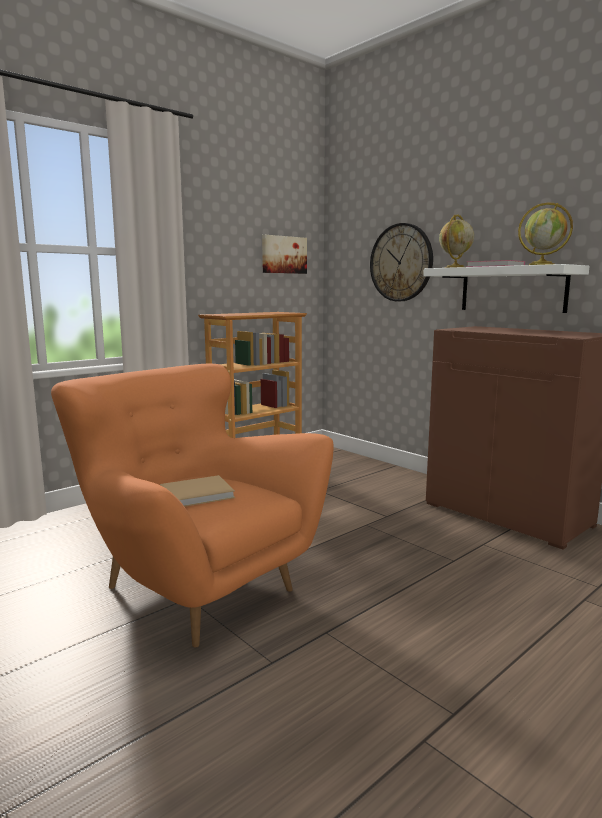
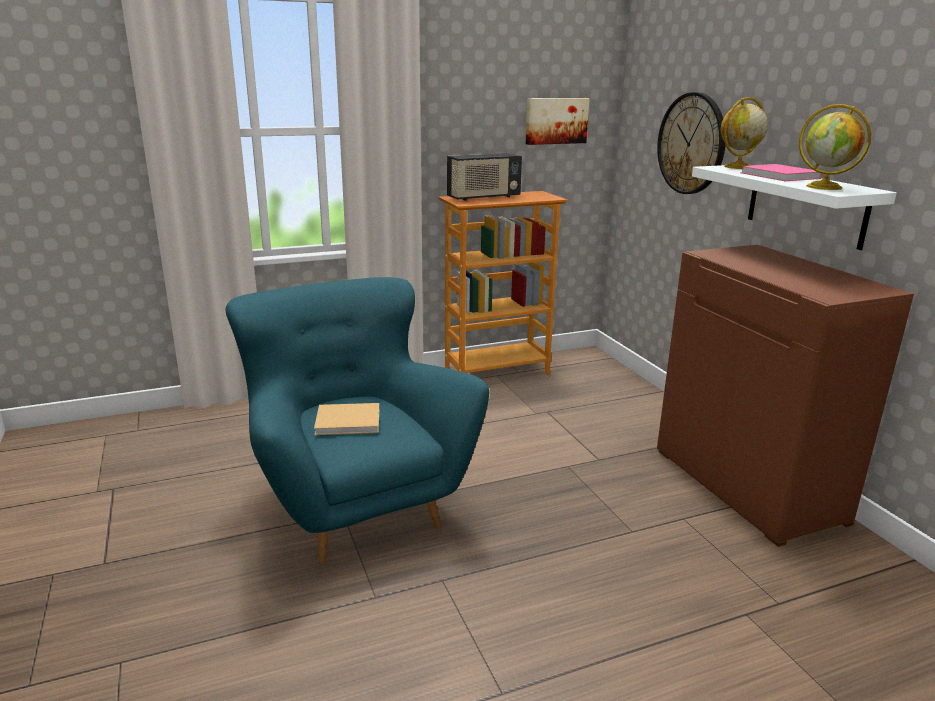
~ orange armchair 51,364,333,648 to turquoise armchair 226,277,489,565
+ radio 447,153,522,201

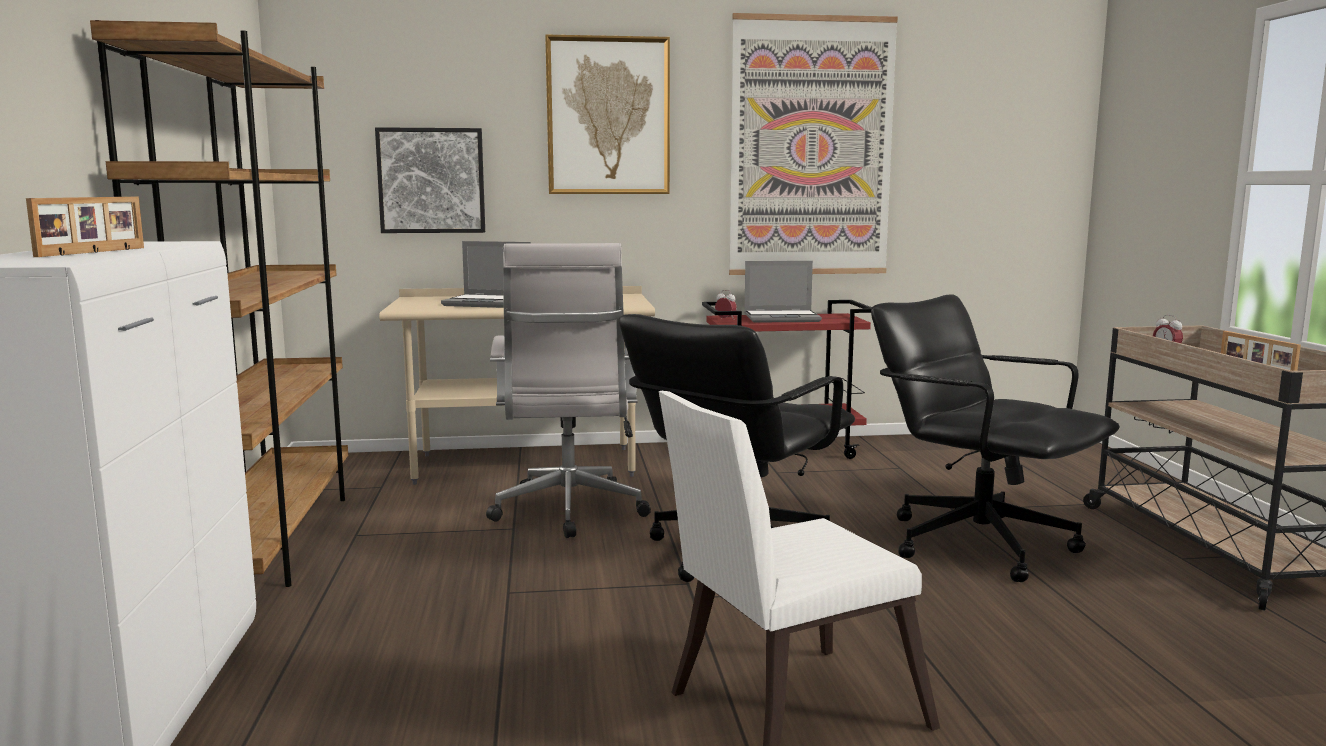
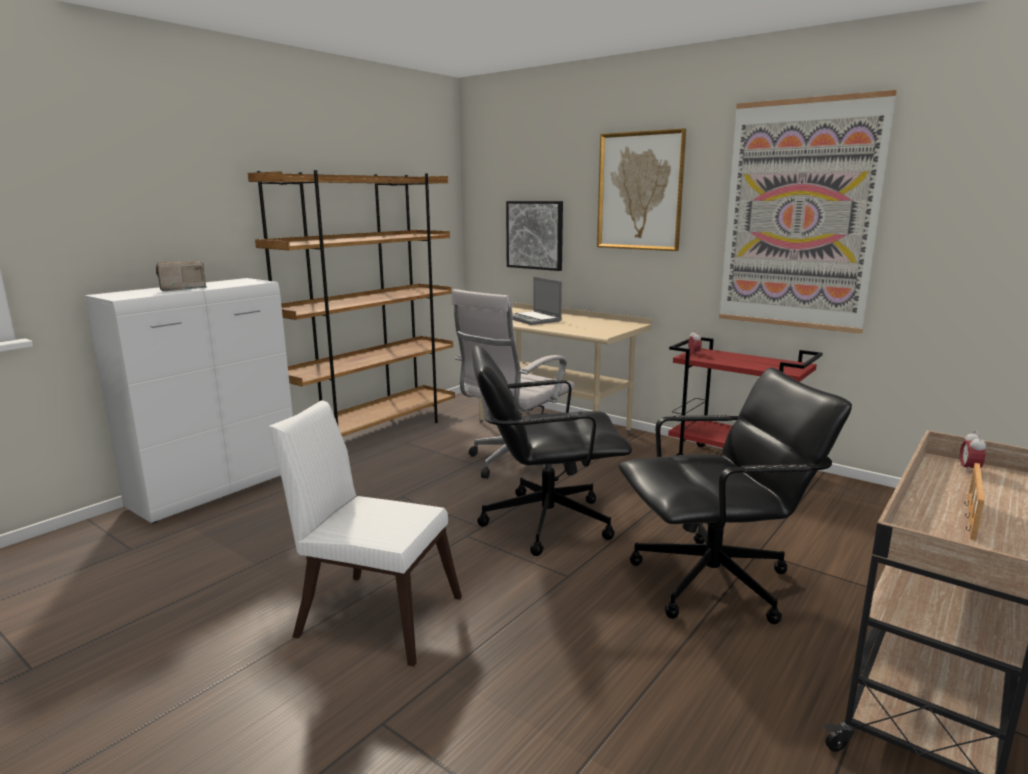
~ picture frame 26,197,144,257 to radio 156,261,207,291
~ black office chair 871,294,1120,582 = 619,367,852,624 75 degrees clockwise
- laptop 744,261,822,323

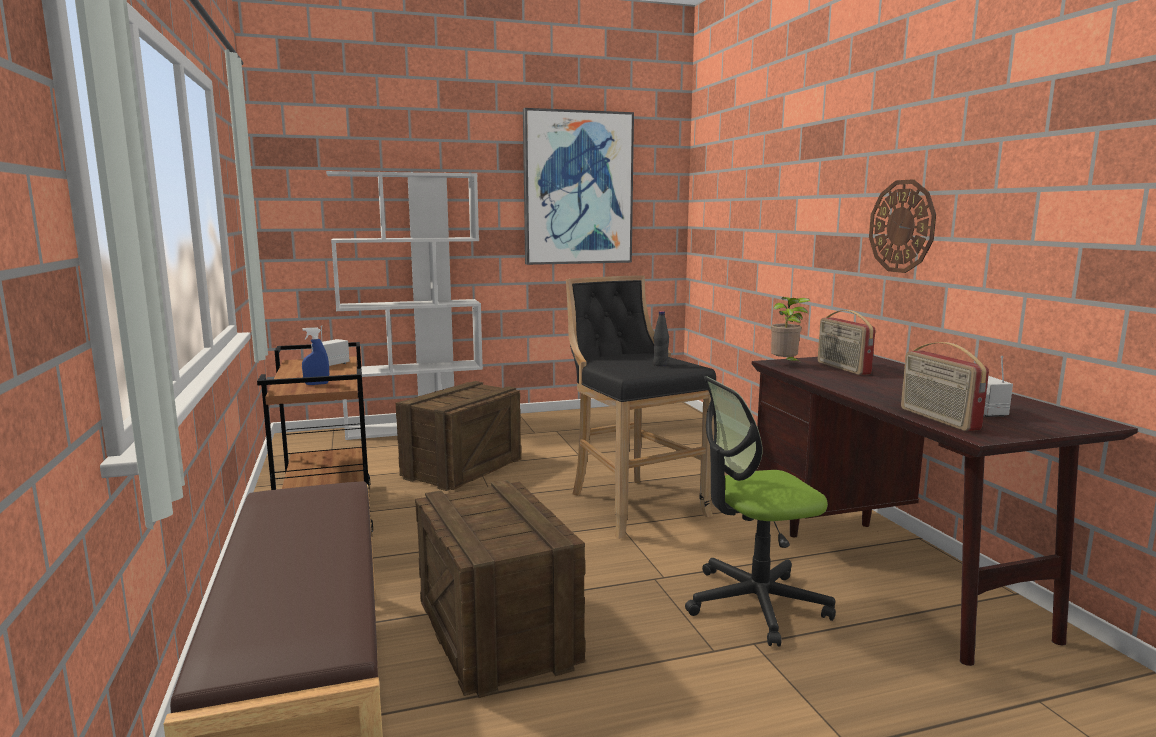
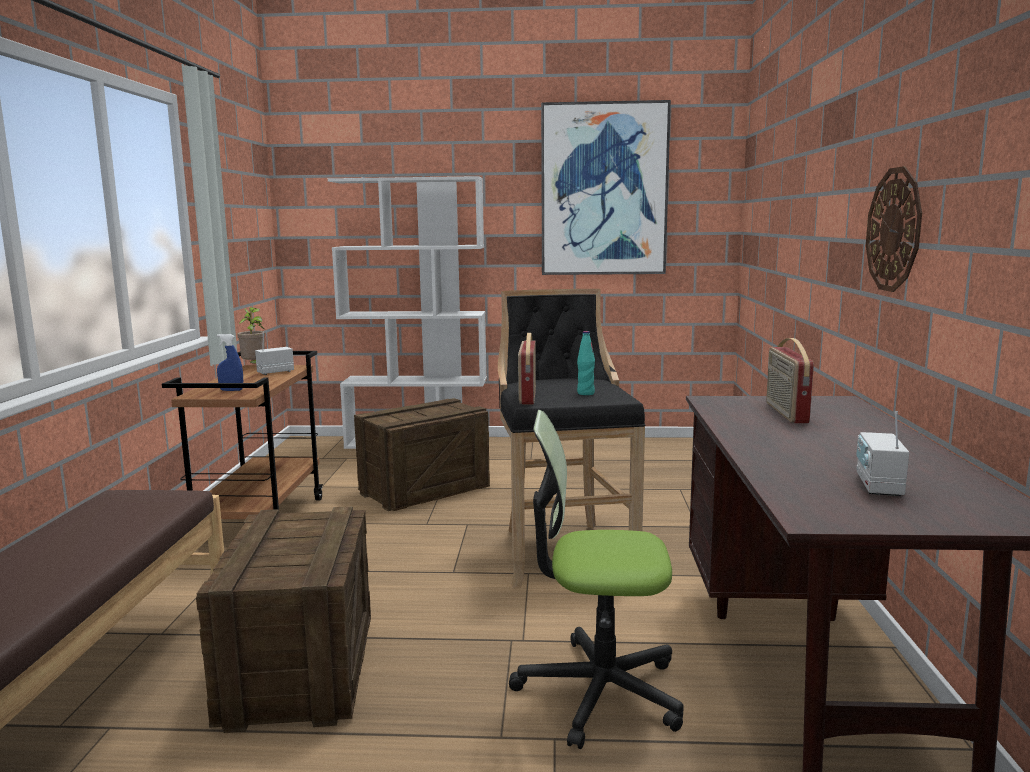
~ potted plant 771,297,811,361 to 237,307,265,363
~ radio 901,342,989,431 to 518,333,536,404
~ black bottle 653,311,669,366 to turquoise bottle 577,331,595,395

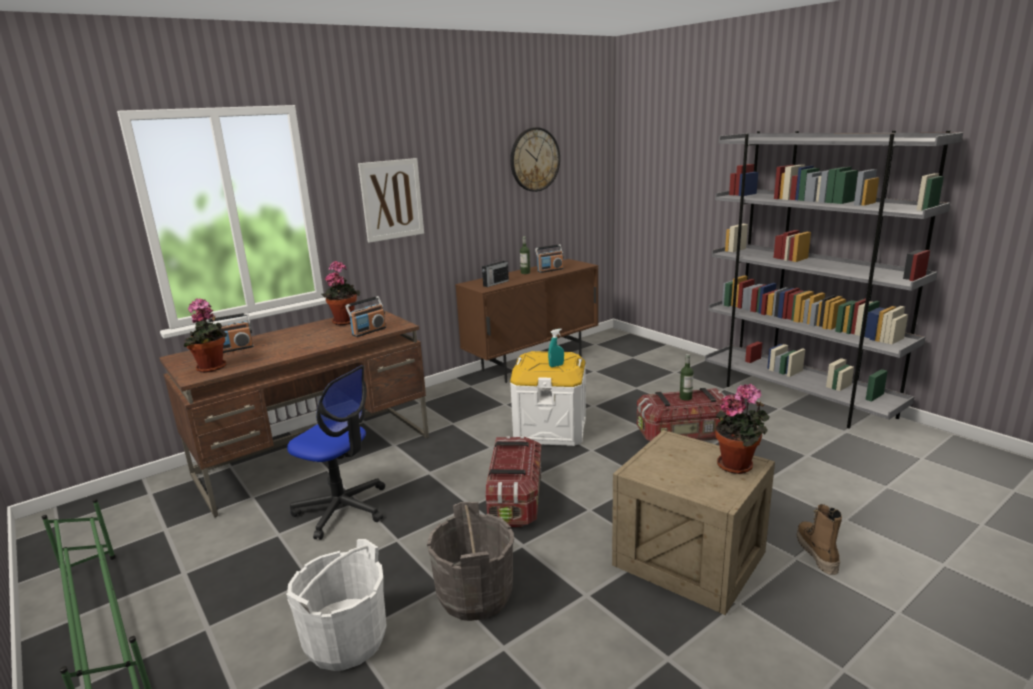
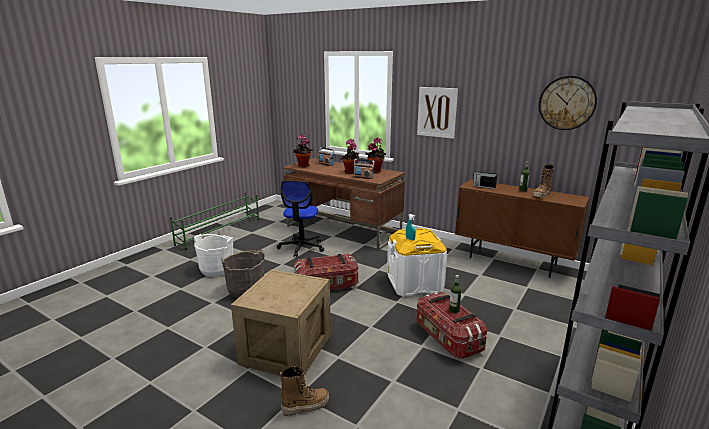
~ potted plant 715,384,770,474 to 341,139,360,174
~ radio 535,244,564,273 to boot 533,163,554,198

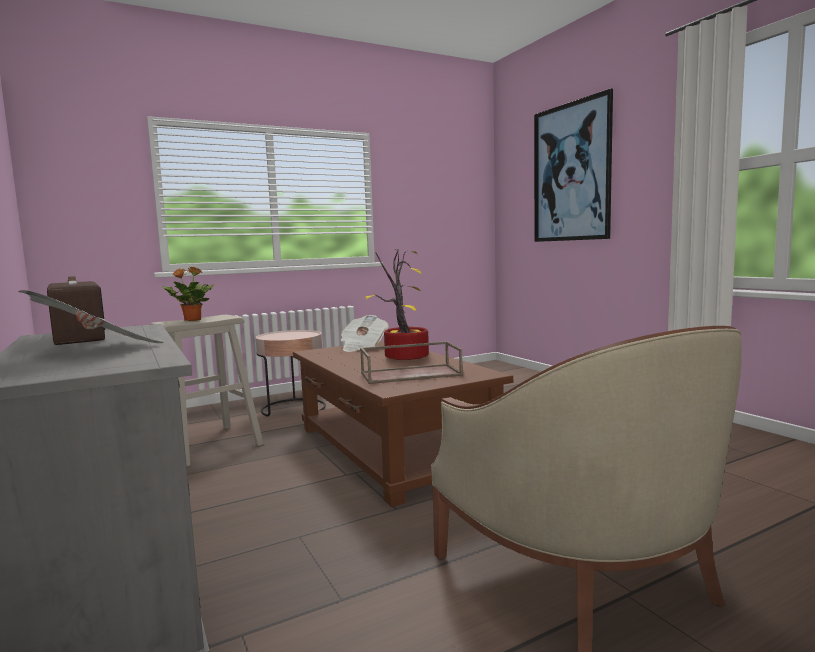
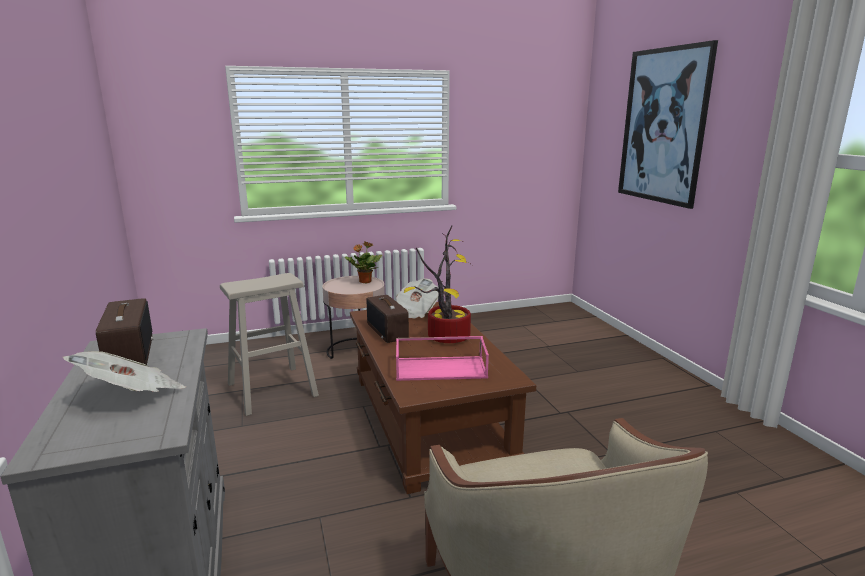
~ potted plant 162,267,215,321 to 345,242,382,283
+ radio 366,295,409,343
~ brown tray 360,341,463,384 to pink tray 396,336,489,381

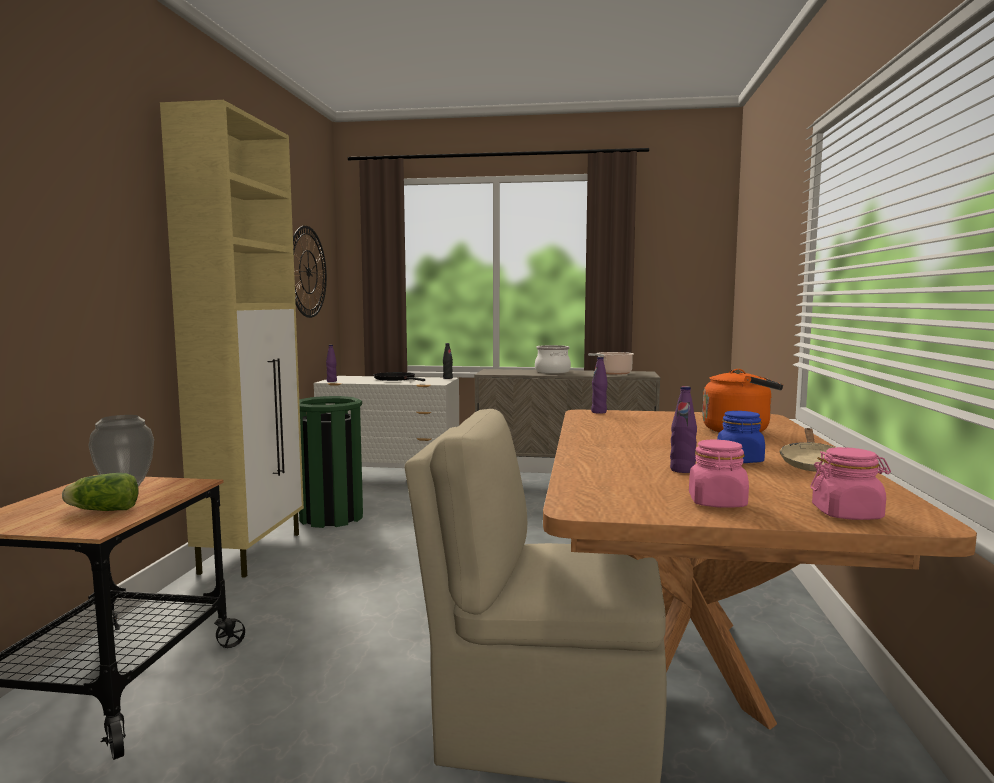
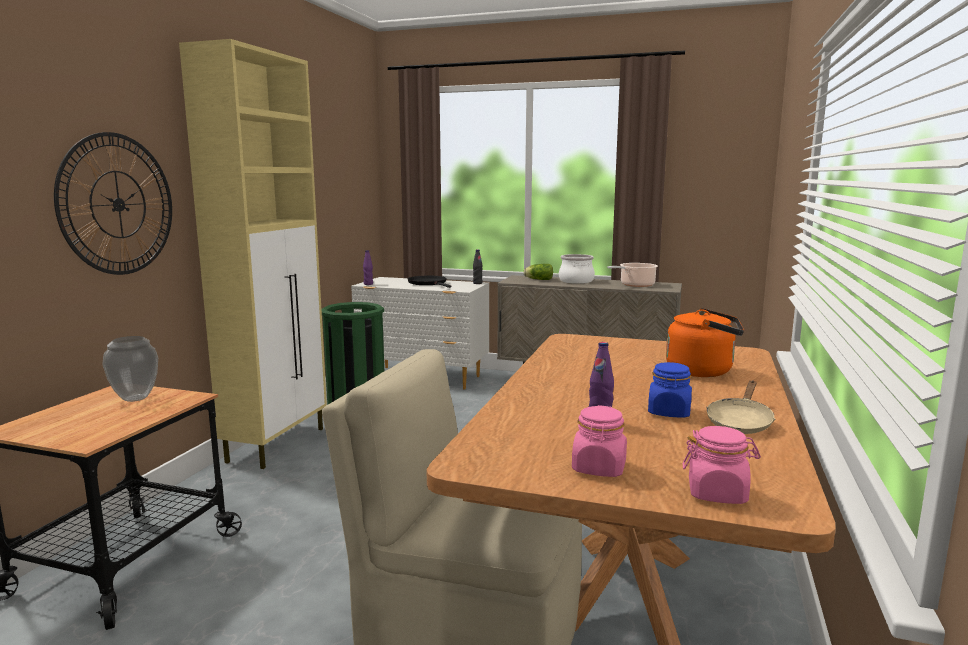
~ wall clock 293,226,327,318 to 54,132,172,275
~ lettuce 62,473,139,511 to 523,264,553,280
- purple bottle 591,357,608,414

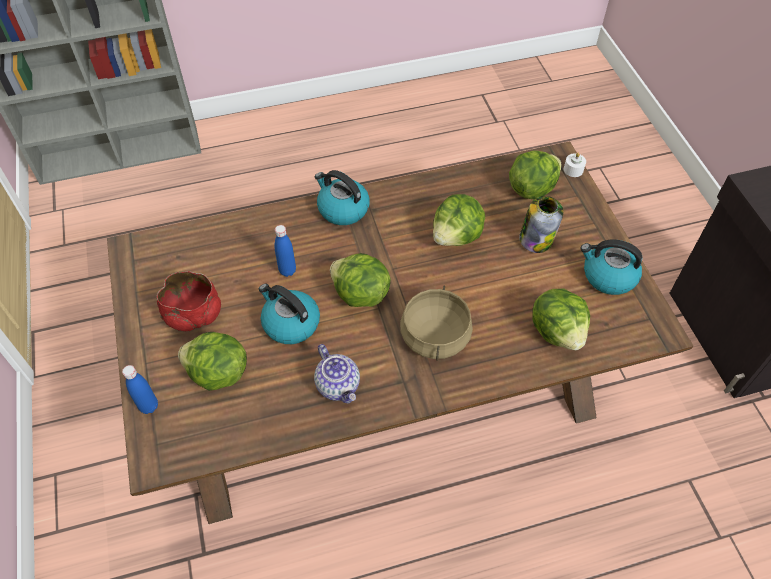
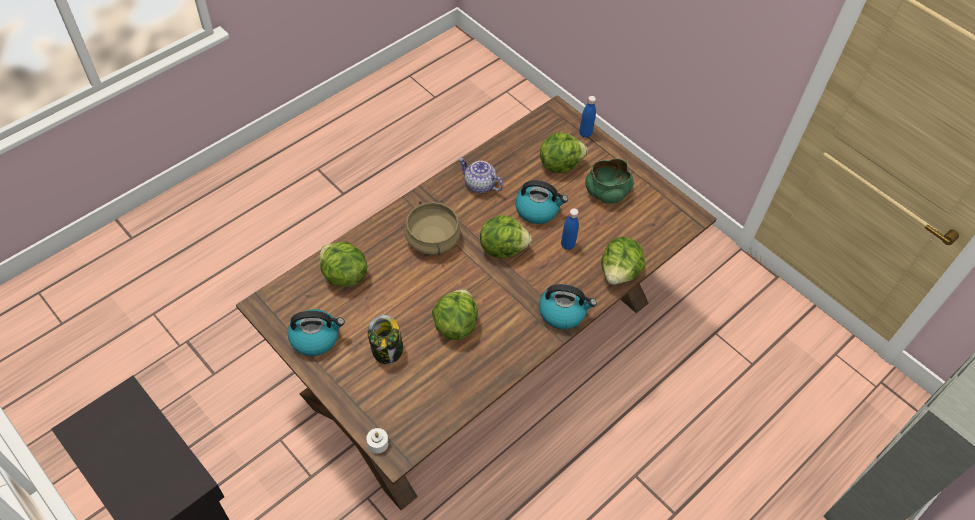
~ red bowl 157,271,221,331 to green bowl 585,158,634,204
~ lettuce 509,150,561,199 to 601,237,645,284

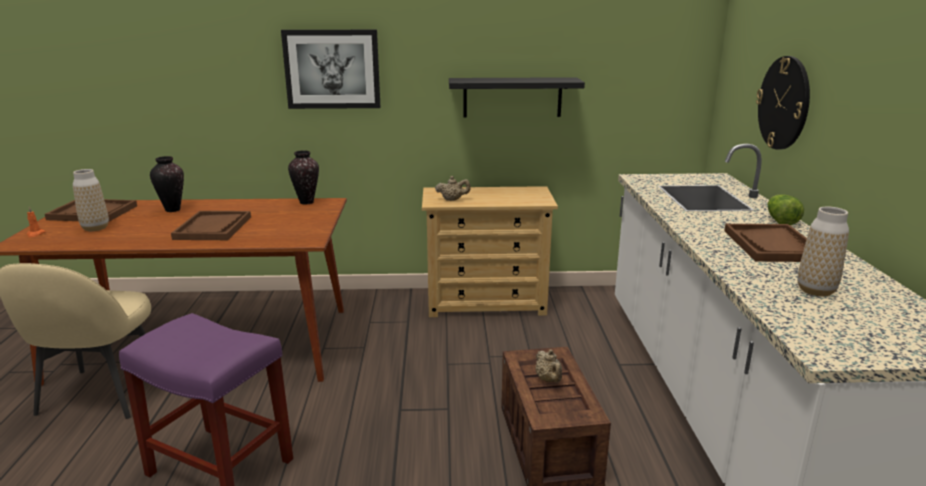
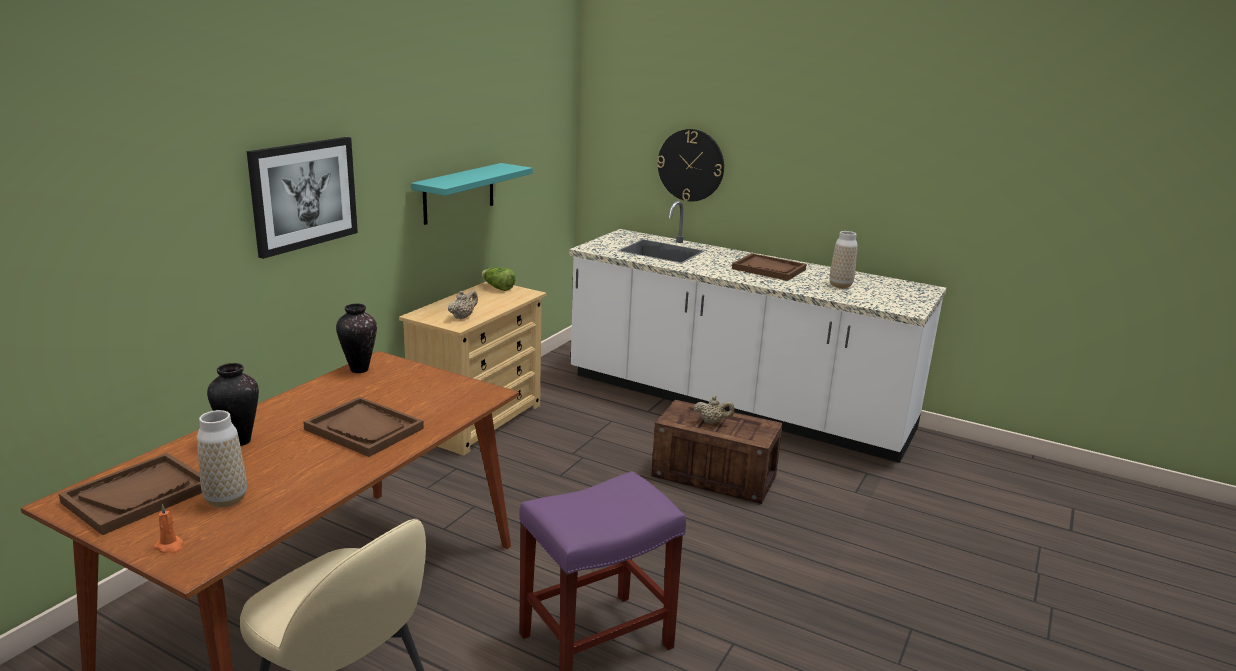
~ black shelf 449,77,585,117 to turquoise shelf 411,163,533,225
~ lettuce 768,194,804,225 to 481,267,516,291

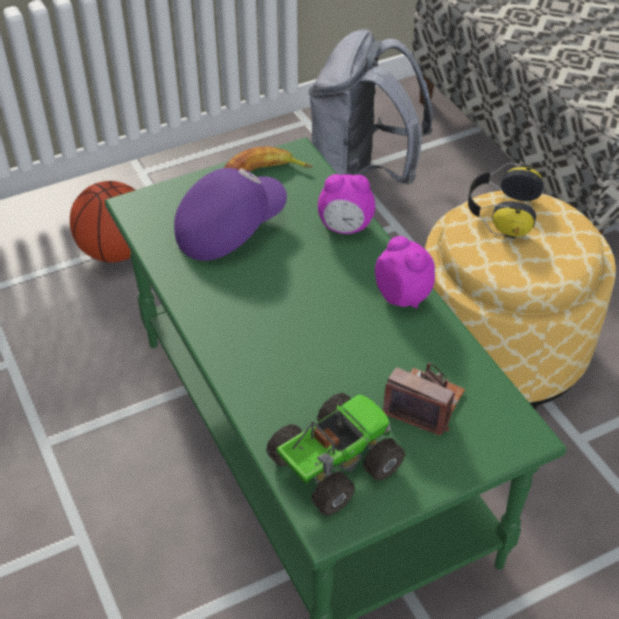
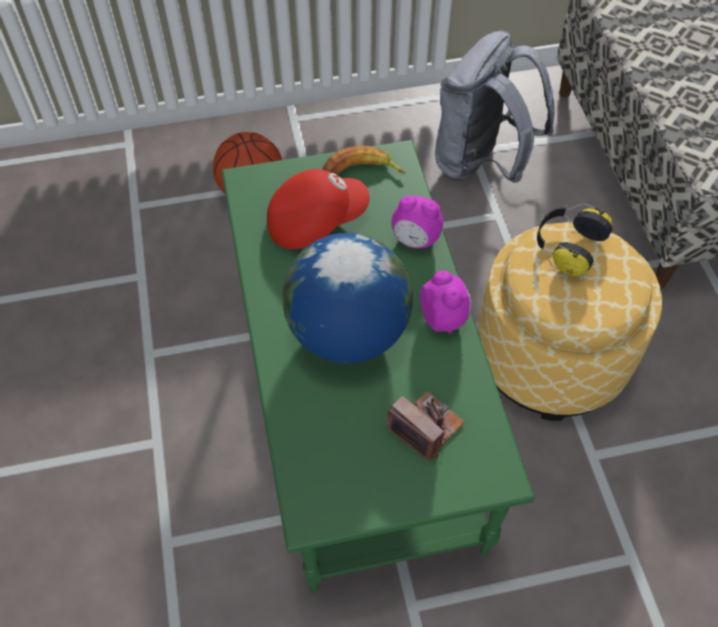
~ purple cap 174,168,287,261 to red cap 267,169,369,249
+ globe 282,233,413,363
- toy truck 266,393,405,516

